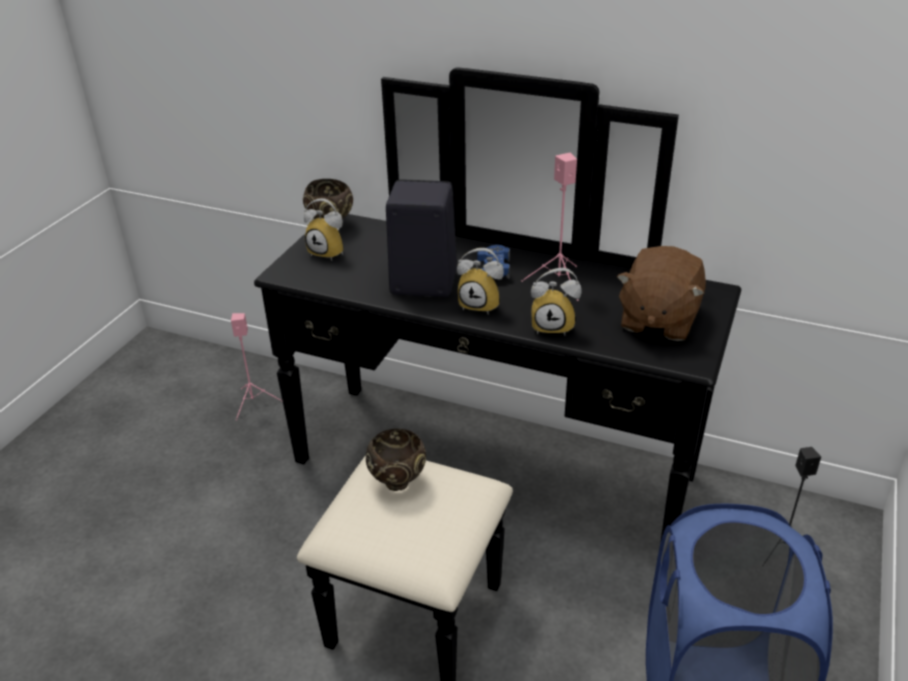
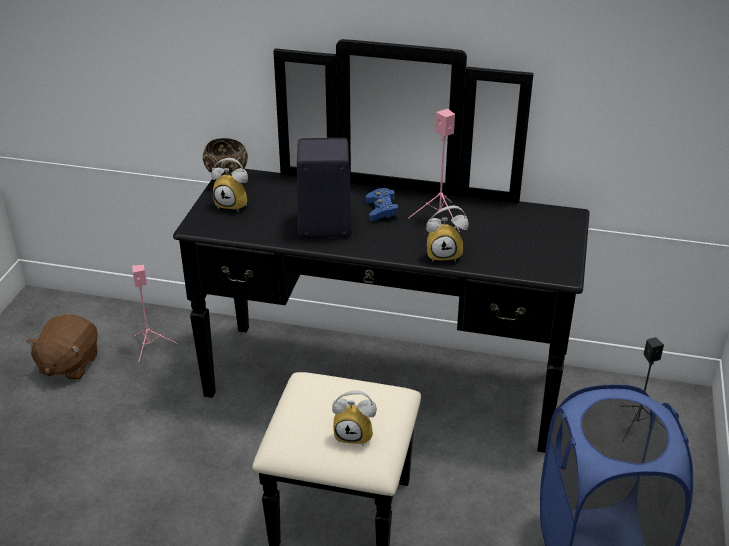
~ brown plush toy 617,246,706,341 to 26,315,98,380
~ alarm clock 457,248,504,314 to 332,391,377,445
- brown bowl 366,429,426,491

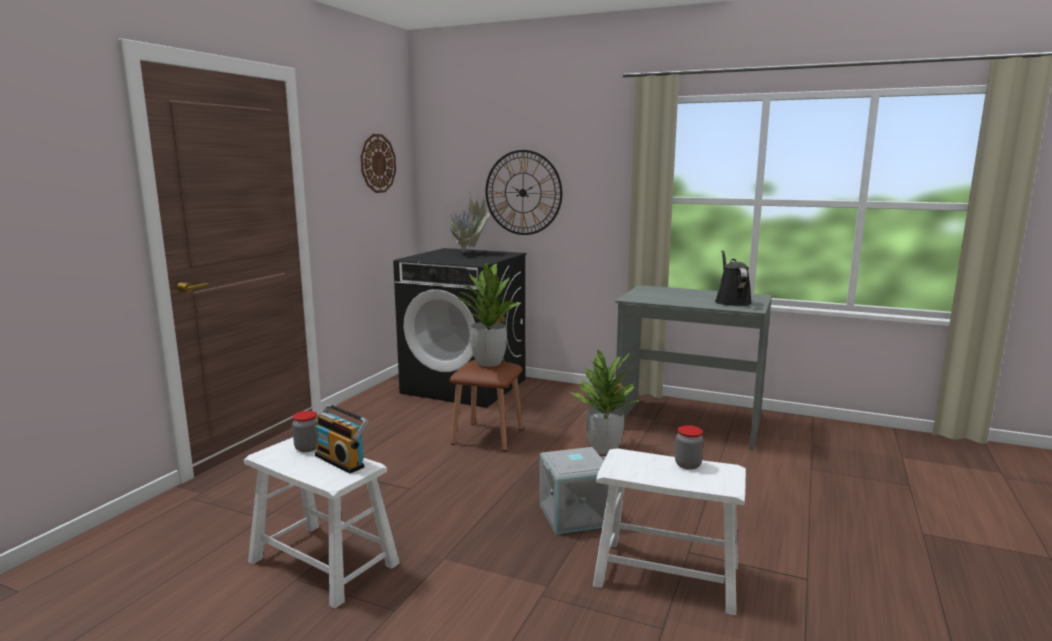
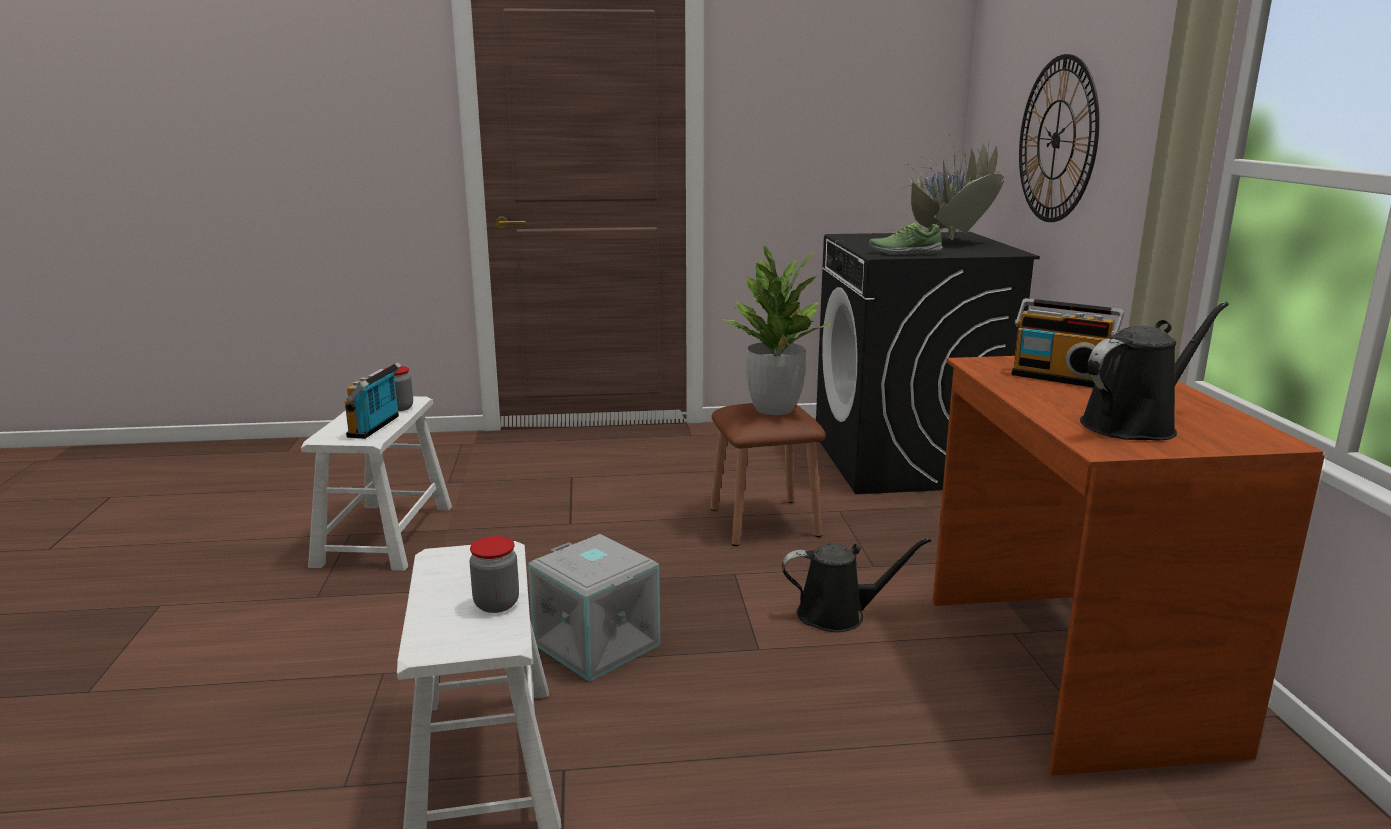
~ potted plant 570,350,639,454 to black watering can 782,538,931,632
+ shoe 869,222,943,255
~ grey desk 615,285,772,451 to brown desk 932,356,1325,776
+ radio 1012,298,1124,387
- wall clock 361,134,396,193

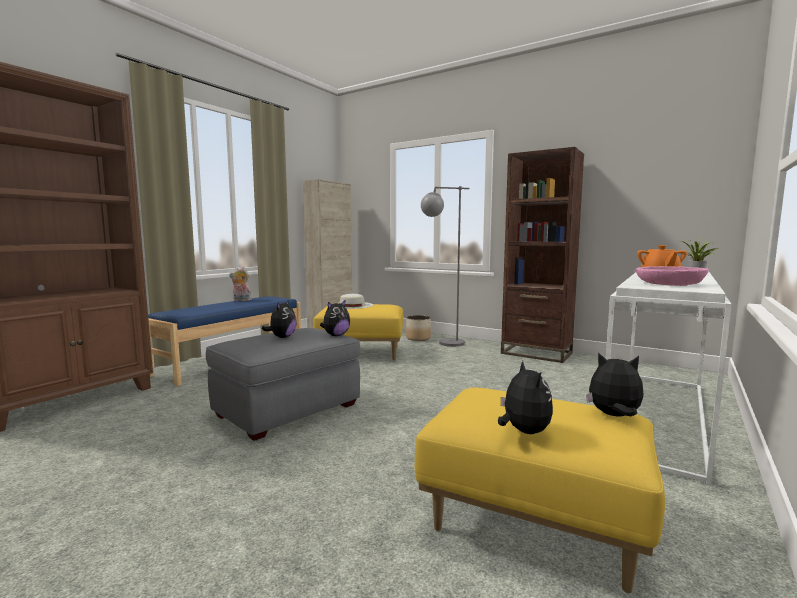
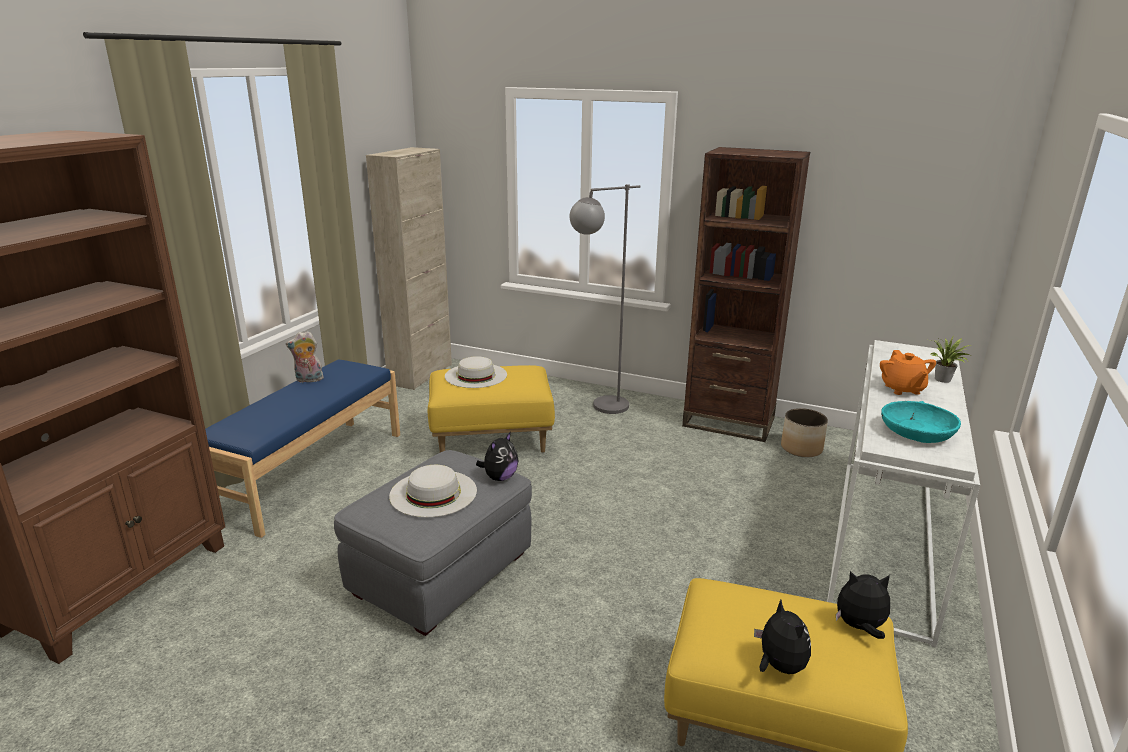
~ plush toy 262,299,297,338 to white hat 389,465,477,517
~ planter 406,315,431,341 to 781,408,828,457
~ pink bowl 636,266,709,286 to turquoise bowl 881,401,961,443

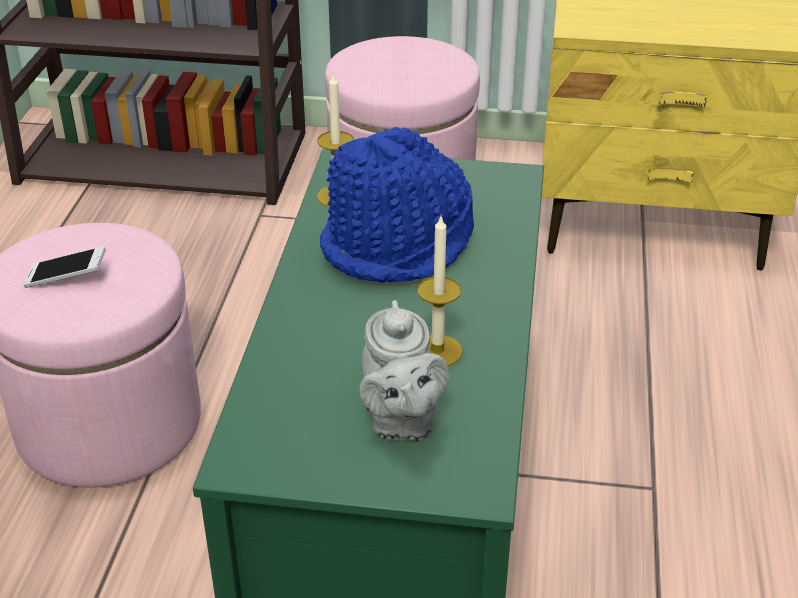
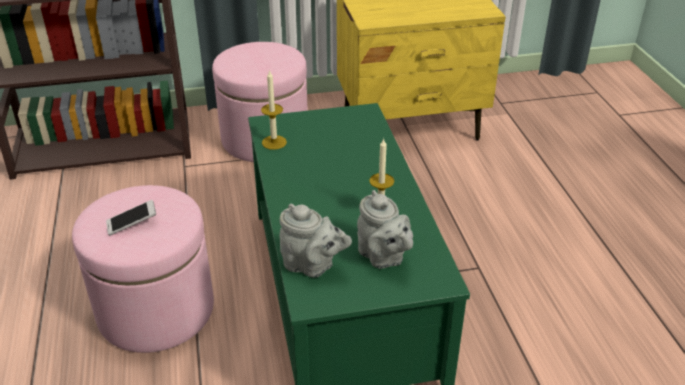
+ grey teapot 279,204,352,278
- blue hat 320,127,474,283

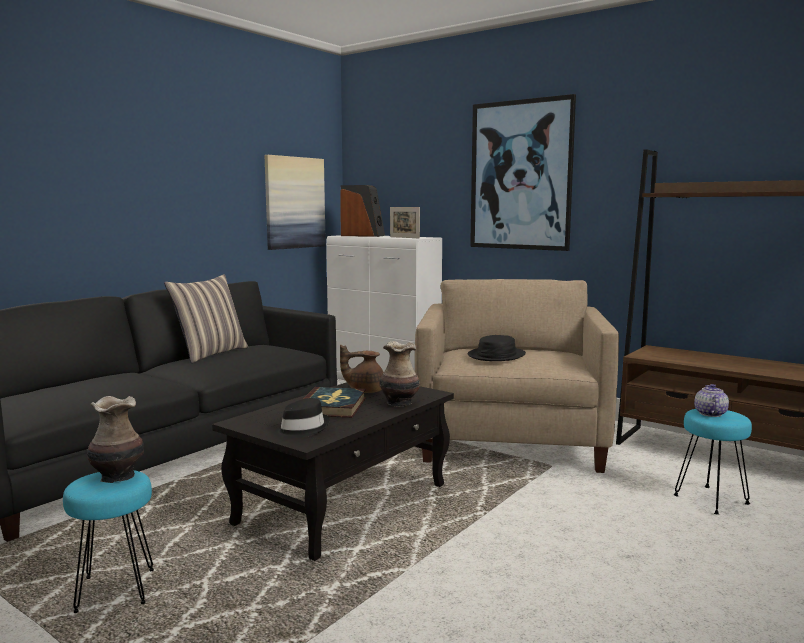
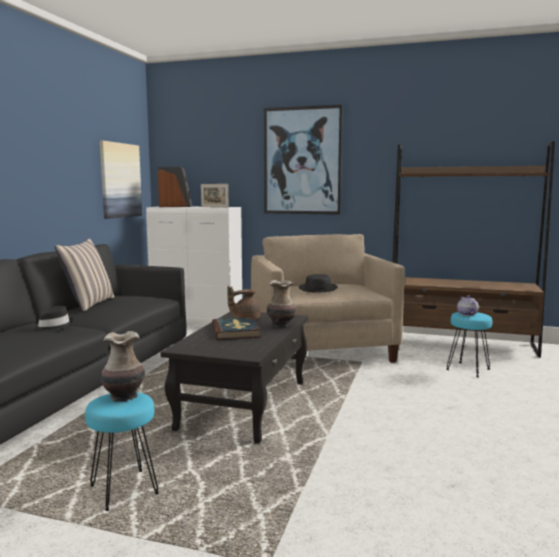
~ black hat 274,398,330,438 to 33,306,73,332

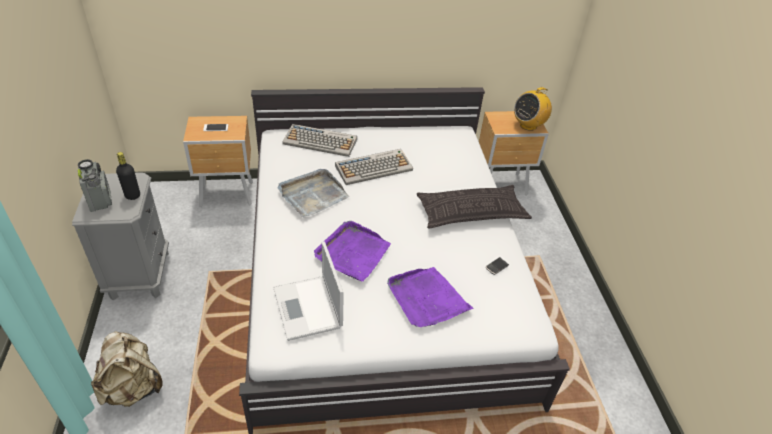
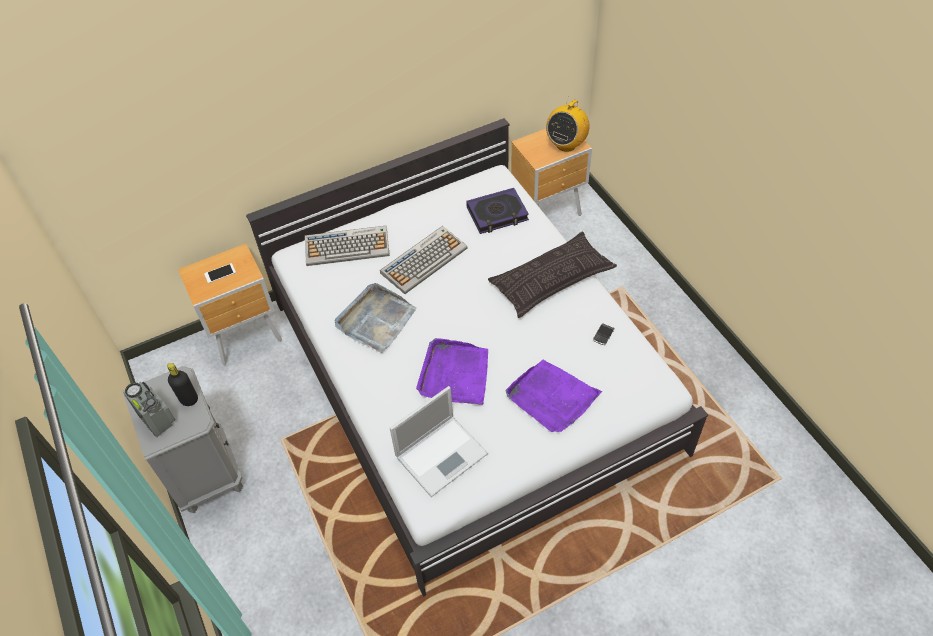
~ laptop 273,242,344,341 = 390,386,488,497 90 degrees counterclockwise
+ book 466,188,529,234
- beige backpack 91,331,163,407

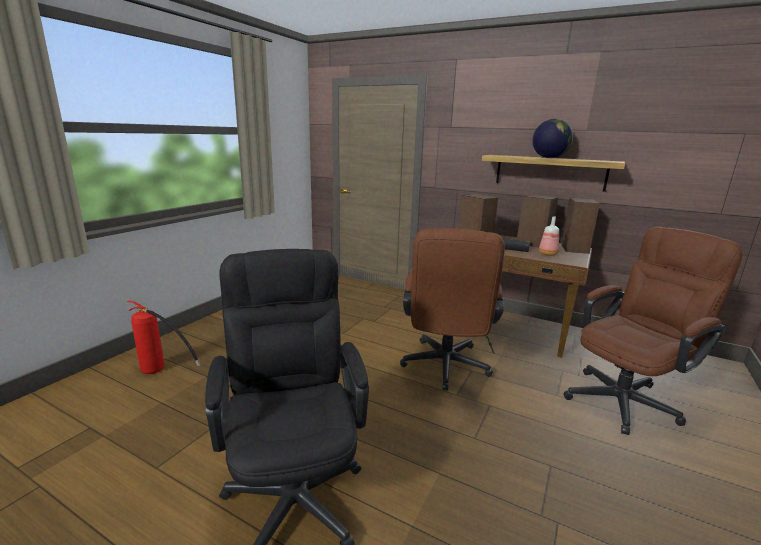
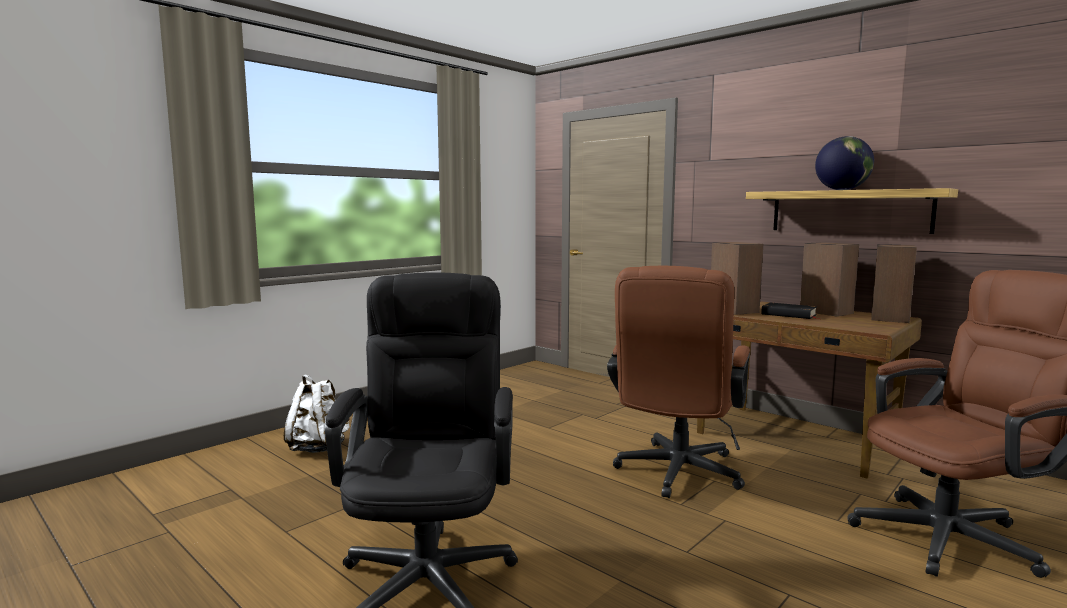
~ fire extinguisher 127,301,201,374 to white backpack 284,375,350,453
- bottle 539,216,559,256

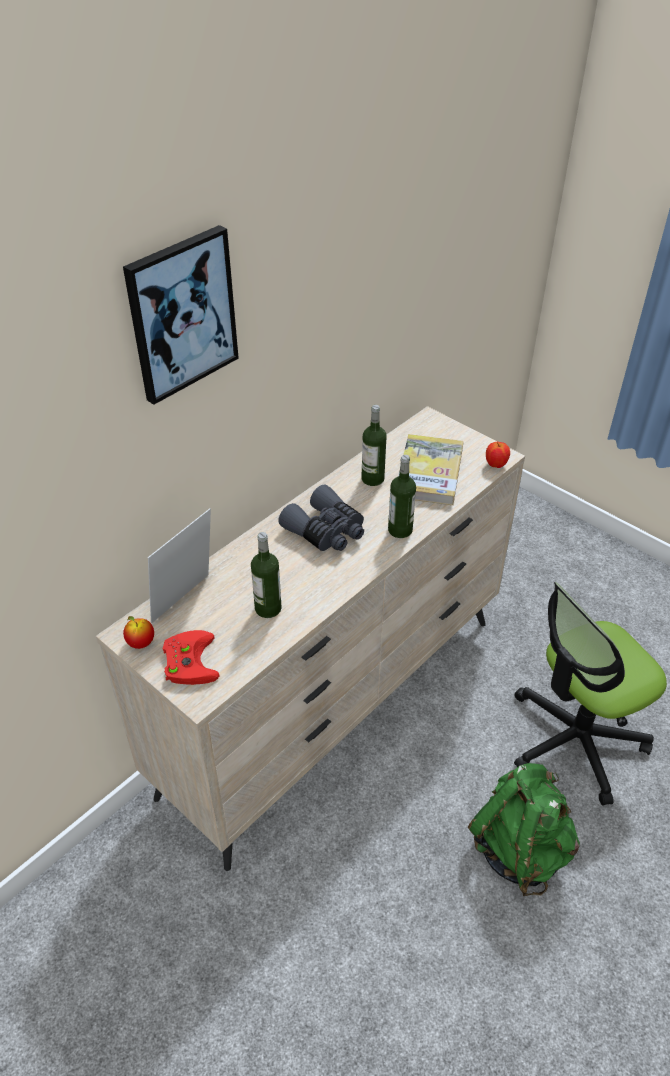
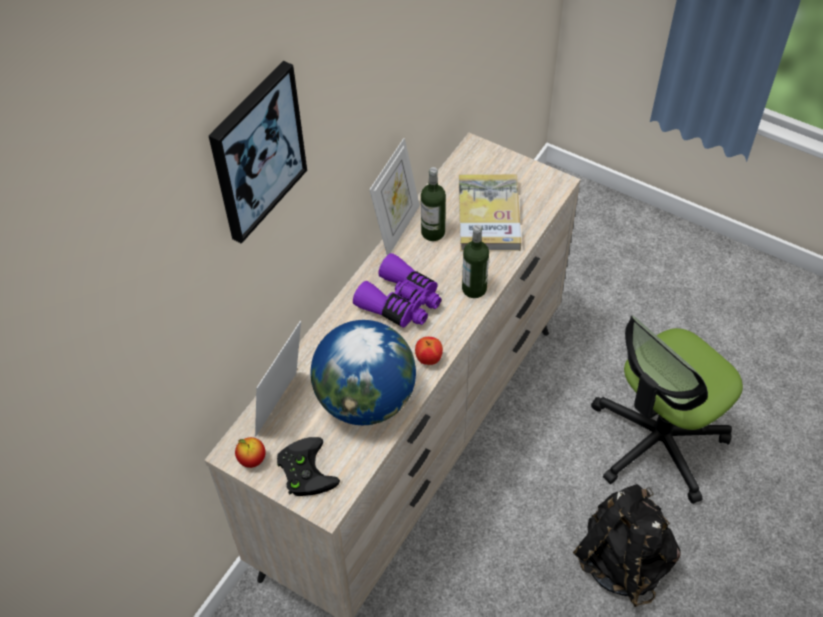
~ red game controller 163,630,220,685 to black game controller 277,437,340,496
~ bottle 251,532,282,618 to globe 311,320,416,425
~ grey binoculars 278,484,364,551 to purple binoculars 353,253,441,328
+ picture frame 369,138,420,255
~ apple 486,442,510,468 to 415,337,443,365
~ green backpack 468,763,580,896 to black backpack 573,484,681,607

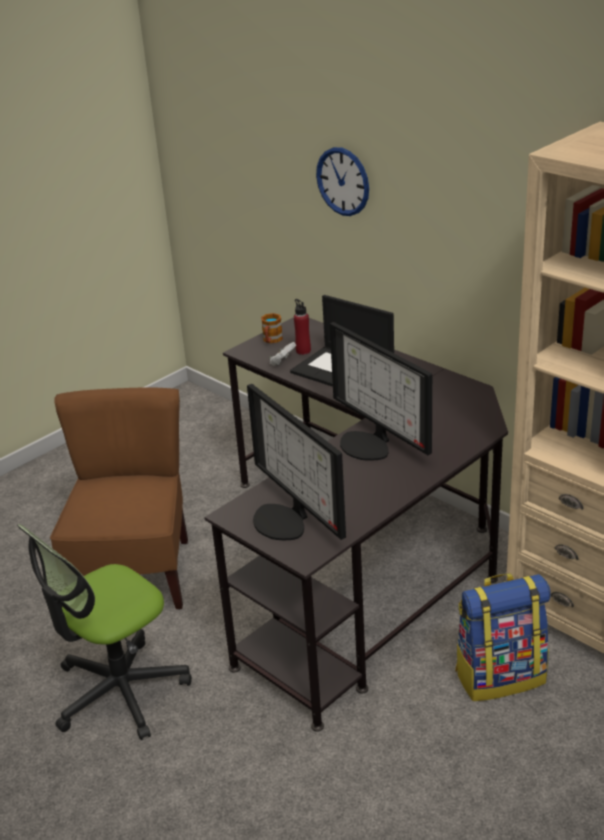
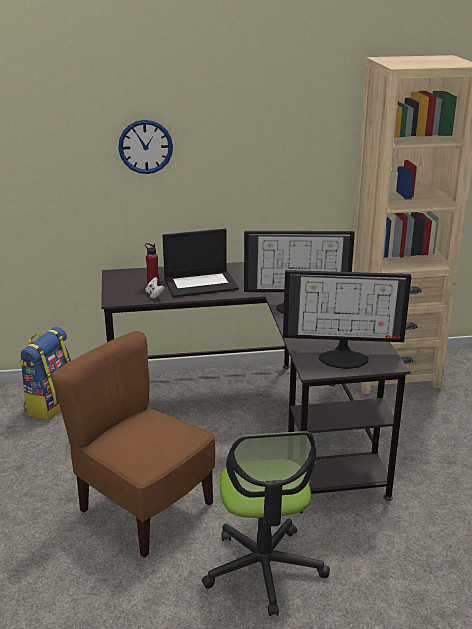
~ backpack 455,573,551,701 to 19,327,71,420
- mug 261,313,283,343

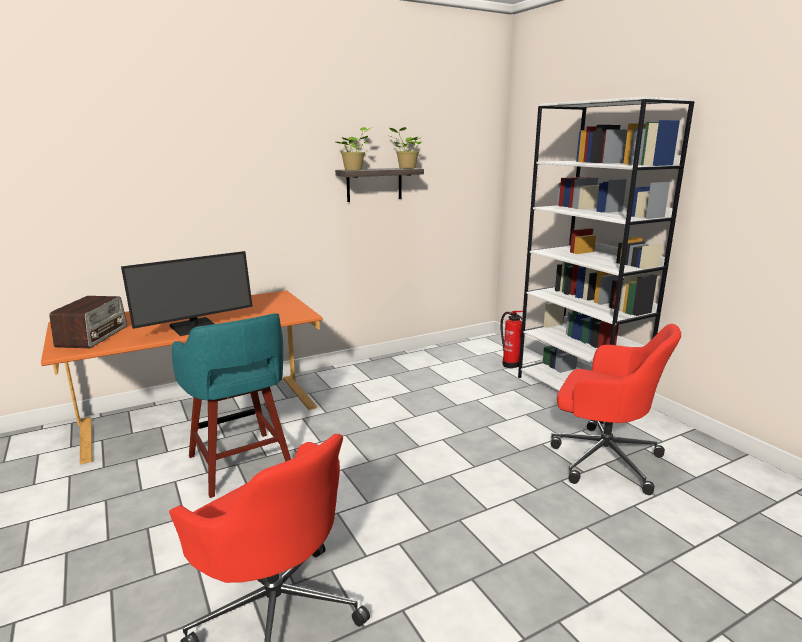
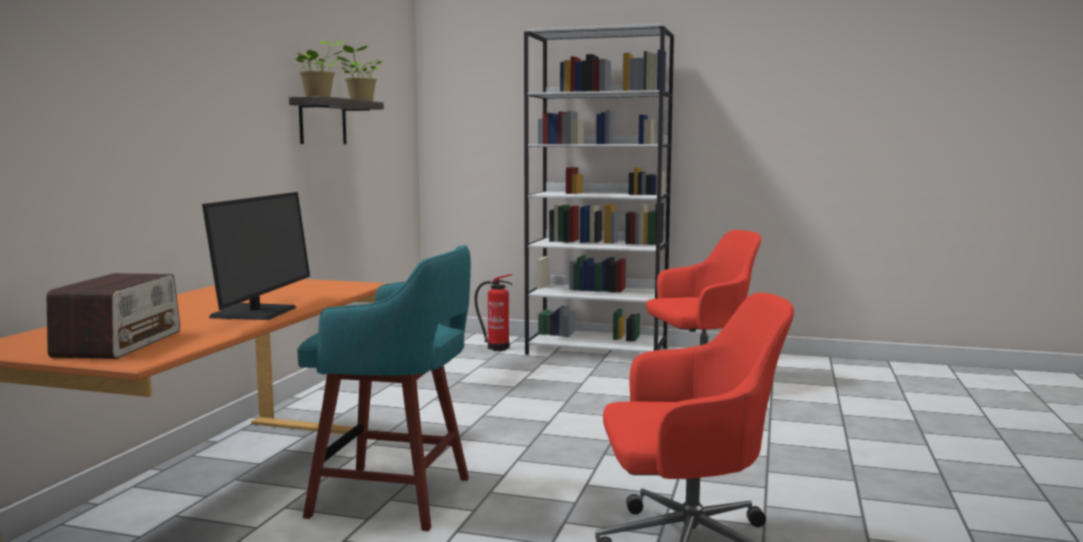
~ radio 49,296,127,348 = 47,273,180,359 45 degrees clockwise

